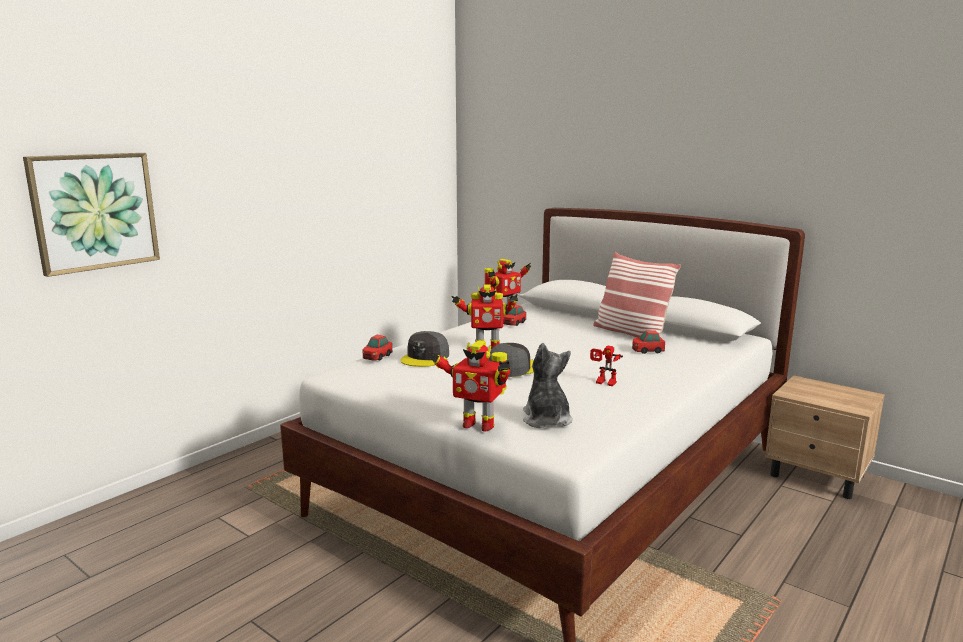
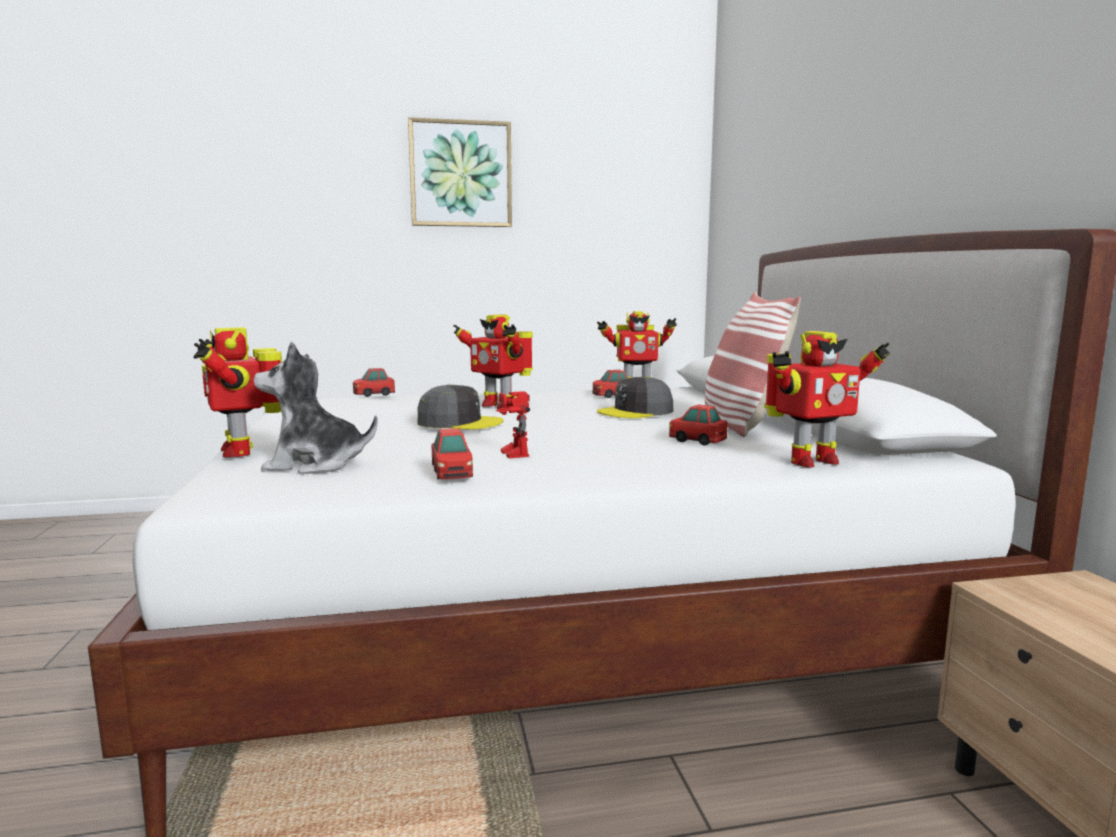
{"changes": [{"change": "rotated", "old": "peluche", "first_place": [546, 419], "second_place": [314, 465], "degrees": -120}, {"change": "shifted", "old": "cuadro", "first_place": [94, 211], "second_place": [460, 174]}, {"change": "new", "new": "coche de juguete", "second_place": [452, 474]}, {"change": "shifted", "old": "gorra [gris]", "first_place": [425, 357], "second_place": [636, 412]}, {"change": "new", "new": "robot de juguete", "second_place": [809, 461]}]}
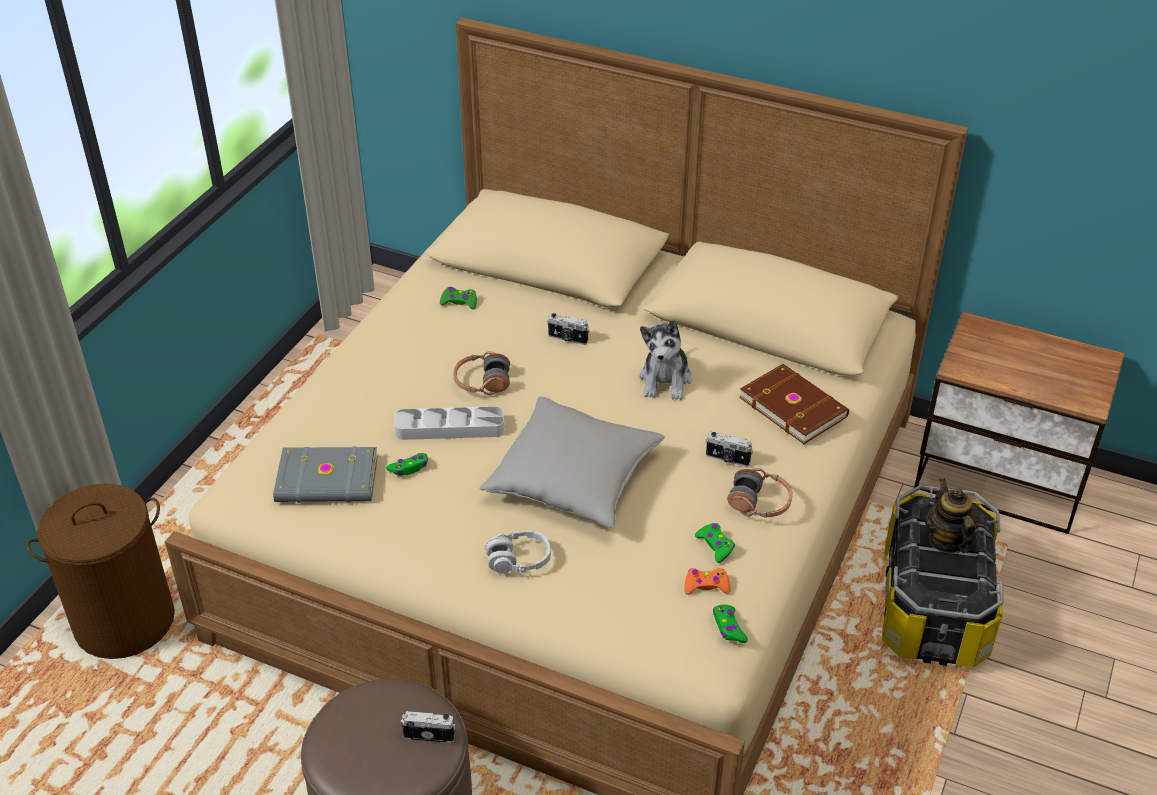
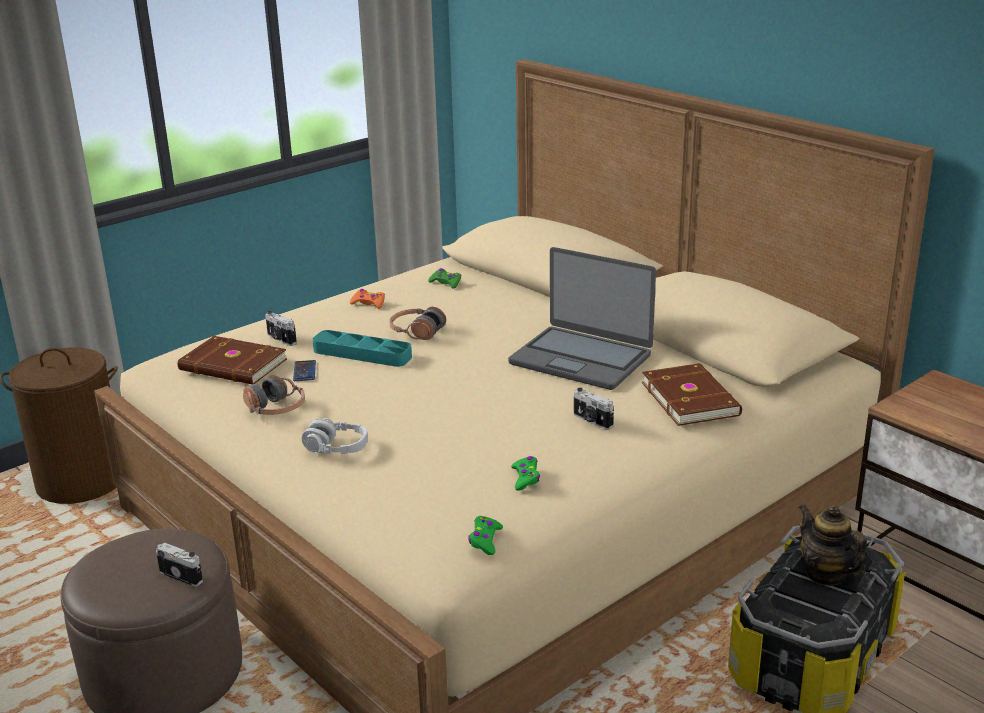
{"changes": [{"change": "repainted", "old": "libro [gris]", "new": "libro [marrón]", "first_place": [327, 481], "second_place": [232, 366]}, {"change": "shifted", "old": "auriculares", "first_place": [759, 503], "second_place": [275, 409]}, {"change": "shifted", "old": "cámara", "first_place": [567, 339], "second_place": [280, 339]}, {"change": "swapped", "old": "mando de consola [verde]", "new": "móvil", "first_place": [409, 468], "second_place": [304, 371]}, {"change": "repainted", "old": "bandeja [gris]", "new": "bandeja [turquesa]", "first_place": [450, 428], "second_place": [362, 354]}, {"change": "shifted", "old": "mando de consola [naranja]", "first_place": [706, 585], "second_place": [369, 303]}, {"change": "swapped", "old": "peluche", "new": "portátil", "first_place": [665, 380], "second_place": [581, 359]}, {"change": "rotated", "old": "tetera", "first_place": [946, 540], "second_place": [826, 574], "degrees": -45}, {"change": "gone", "old": "cojín [gris]", "first_place": [573, 479]}]}
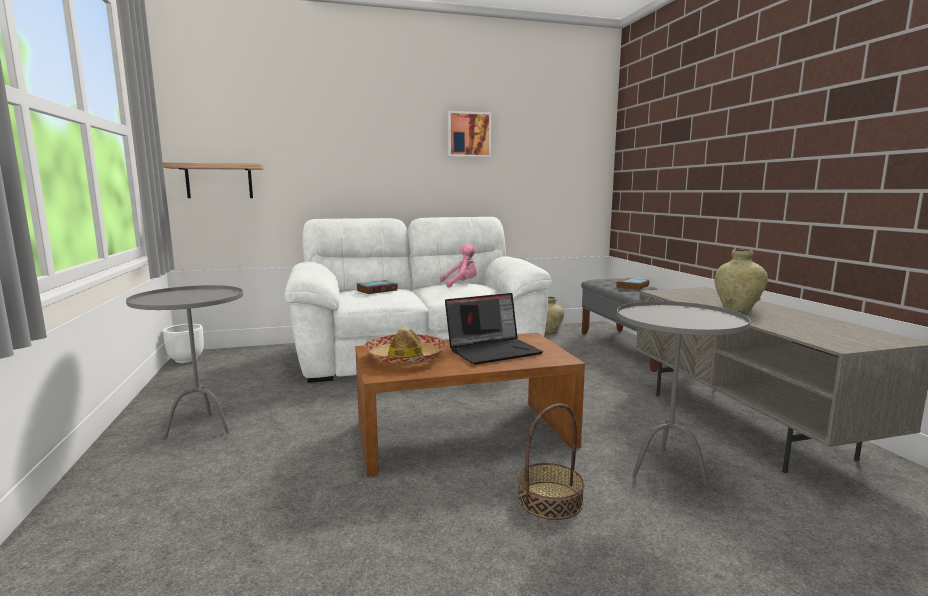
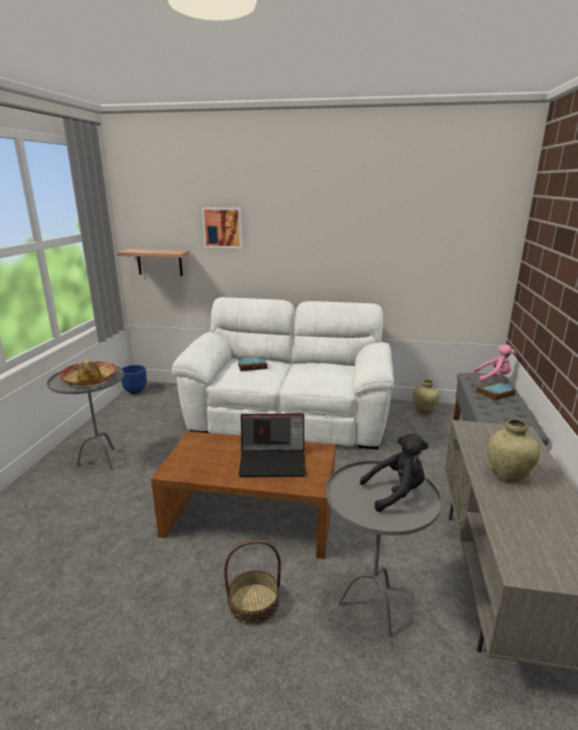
{"changes": [{"change": "shifted", "old": "sombrero", "first_place": [404, 358], "second_place": [89, 379]}, {"change": "repainted", "old": "maceta [blanco]", "new": "maceta [azul]", "first_place": [185, 360], "second_place": [135, 391]}, {"change": "shifted", "old": "cuadro", "first_place": [468, 134], "second_place": [223, 227]}, {"change": "new", "new": "peluche [negro]", "second_place": [396, 493]}, {"change": "shifted", "old": "peluche [rosa]", "first_place": [461, 284], "second_place": [493, 378]}]}
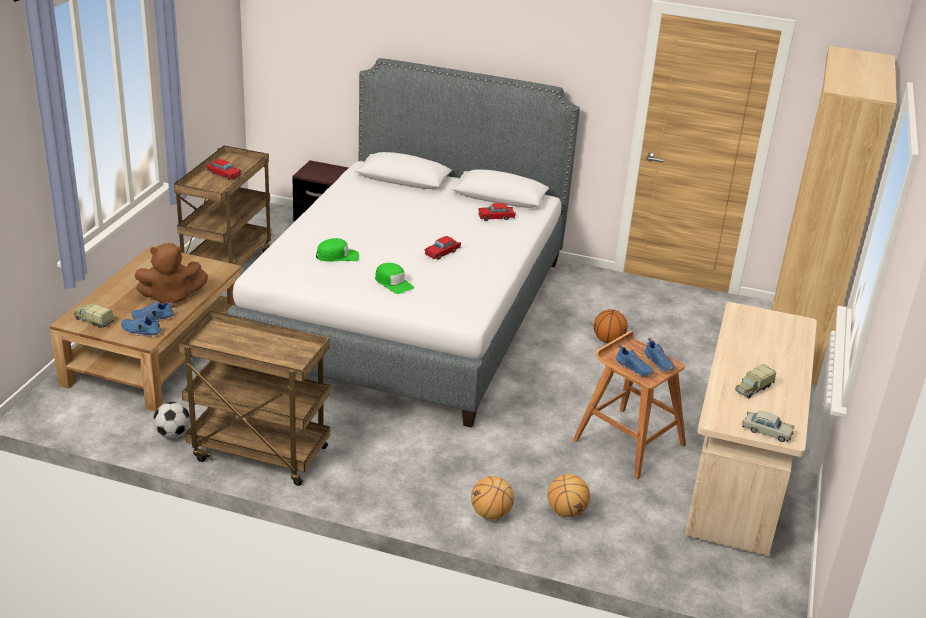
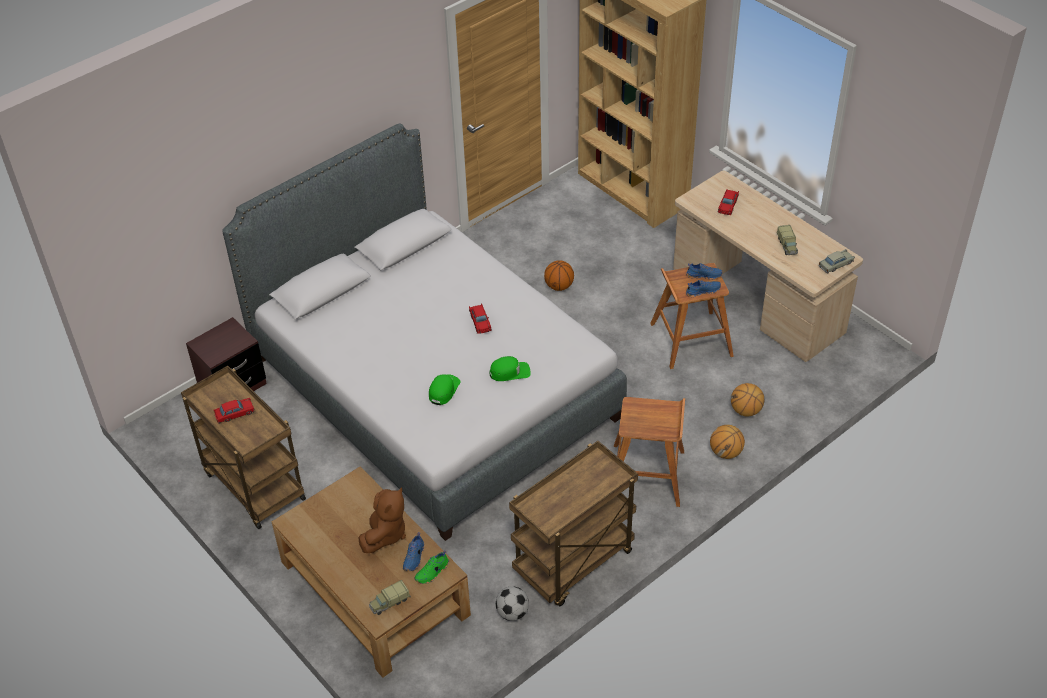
{"changes": [{"change": "repainted", "old": "zapato [azul]", "new": "zapato [verde]", "first_place": [141, 332], "second_place": [432, 572]}, {"change": "new", "new": "taburete [marrón]", "second_place": [647, 475]}, {"change": "shifted", "old": "coche de juguete [rojo]", "first_place": [496, 217], "second_place": [728, 205]}]}
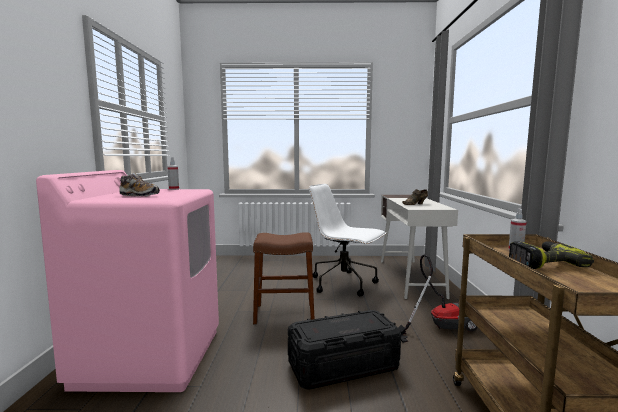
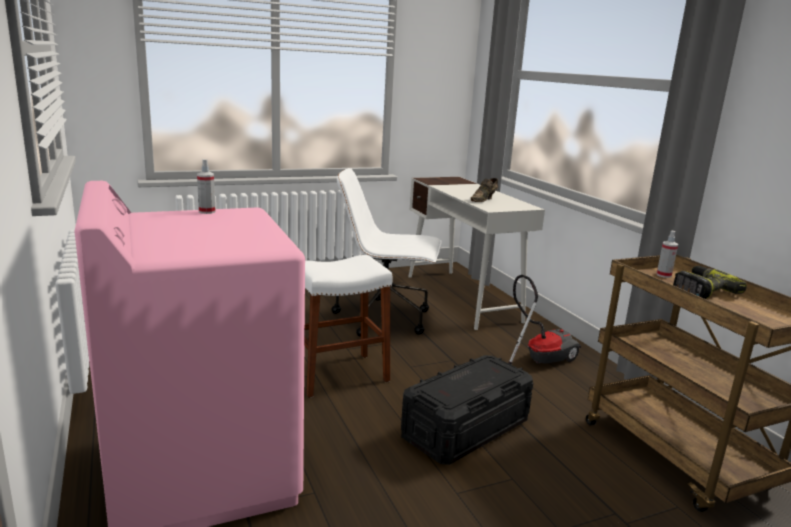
{"changes": [{"change": "repainted", "old": "taburete [marrón]", "new": "taburete [blanco]", "first_place": [284, 313], "second_place": [338, 375]}, {"change": "gone", "old": "zapato", "first_place": [139, 195]}]}
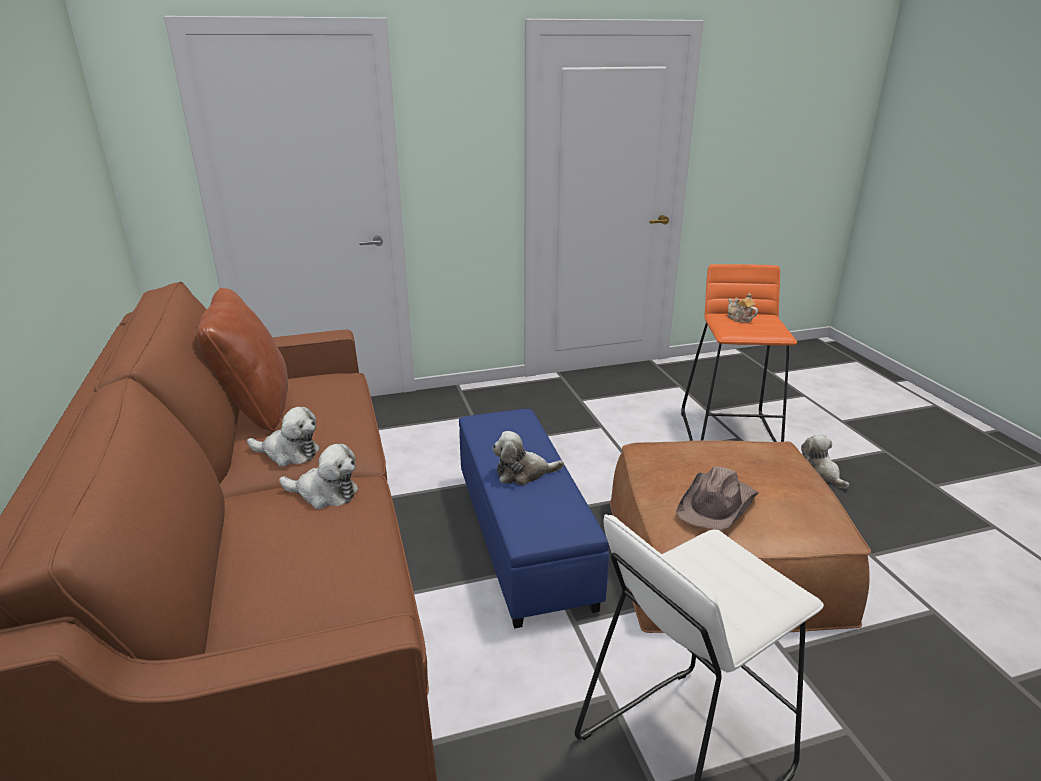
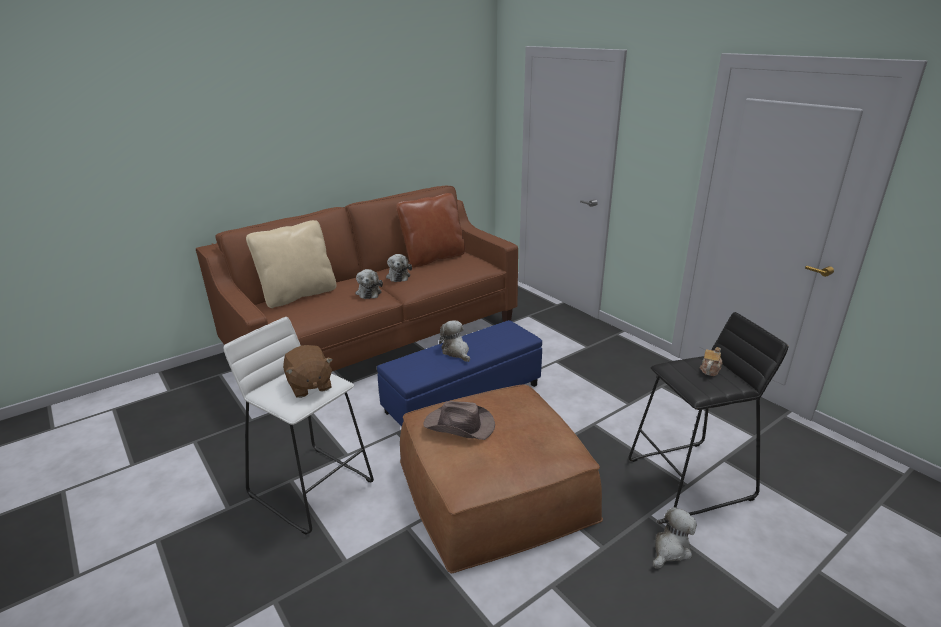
{"changes": [{"change": "new", "new": "cojín [beis]", "second_place": [298, 295]}, {"change": "new", "new": "peluche [marrón]", "second_place": [309, 386]}, {"change": "repainted", "old": "taburete [naranja]", "new": "taburete [negro]", "first_place": [730, 433], "second_place": [691, 479]}]}
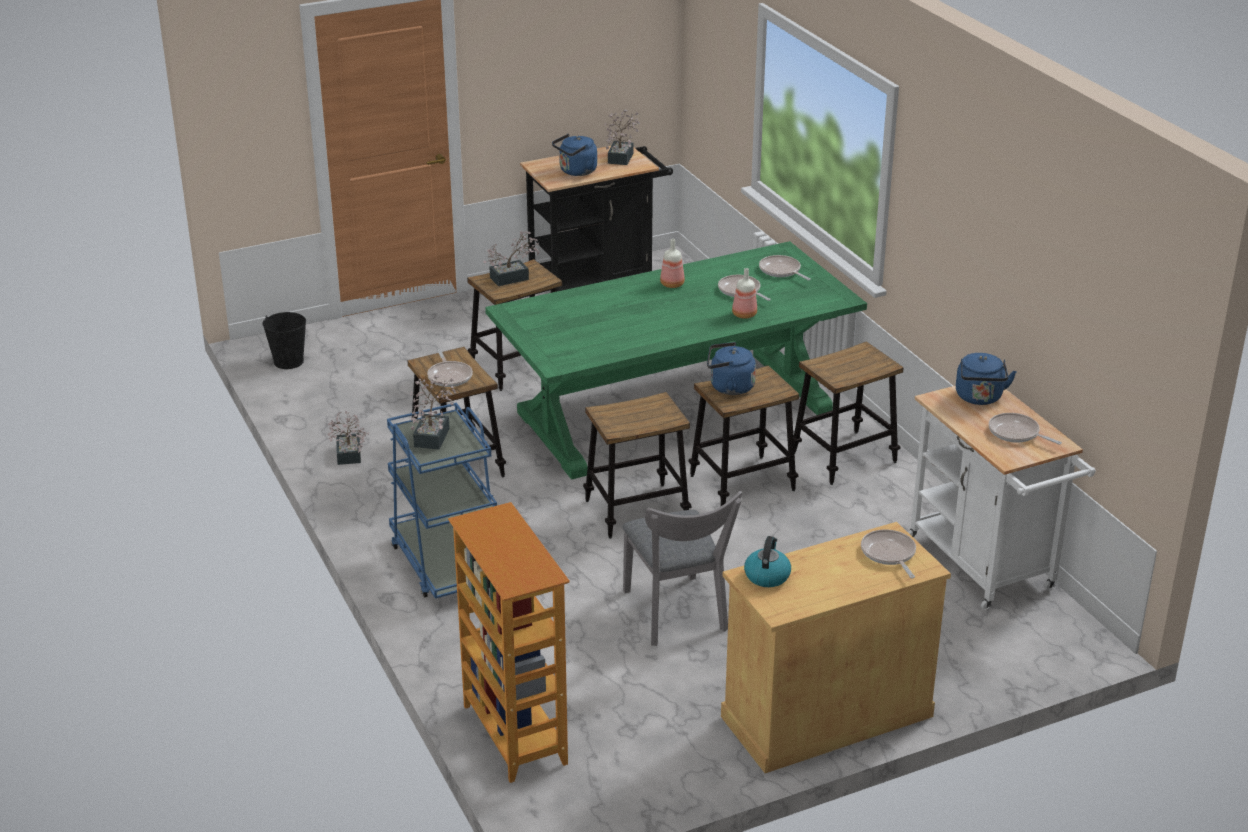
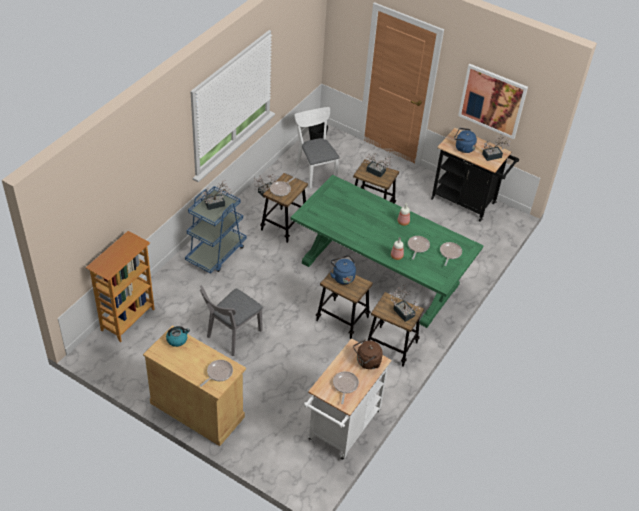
{"changes": [{"change": "new", "new": "silla [blanco]", "second_place": [315, 171]}, {"change": "repainted", "old": "hervidor [azul]", "new": "hervidor [marrón]", "first_place": [979, 398], "second_place": [367, 362]}, {"change": "new", "new": "planta en maceta", "second_place": [402, 311]}, {"change": "new", "new": "cuadro", "second_place": [492, 101]}, {"change": "gone", "old": "taburete", "first_place": [636, 511]}]}
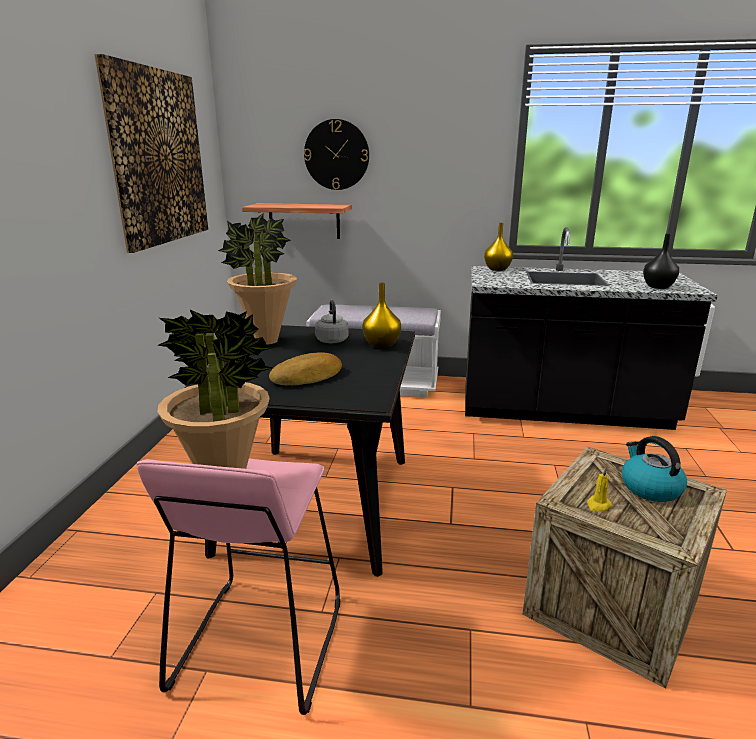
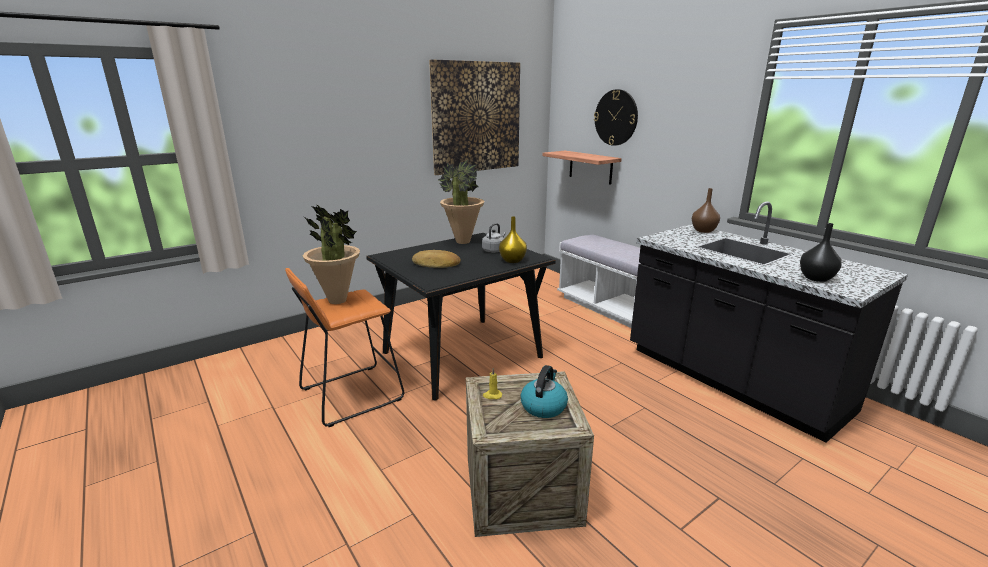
{"changes": [{"change": "repainted", "old": "taburete [rosa]", "new": "taburete [naranja]", "first_place": [259, 642], "second_place": [351, 394]}, {"change": "repainted", "old": "florero [amarillo]", "new": "florero [marrón]", "first_place": [498, 269], "second_place": [704, 231]}]}
